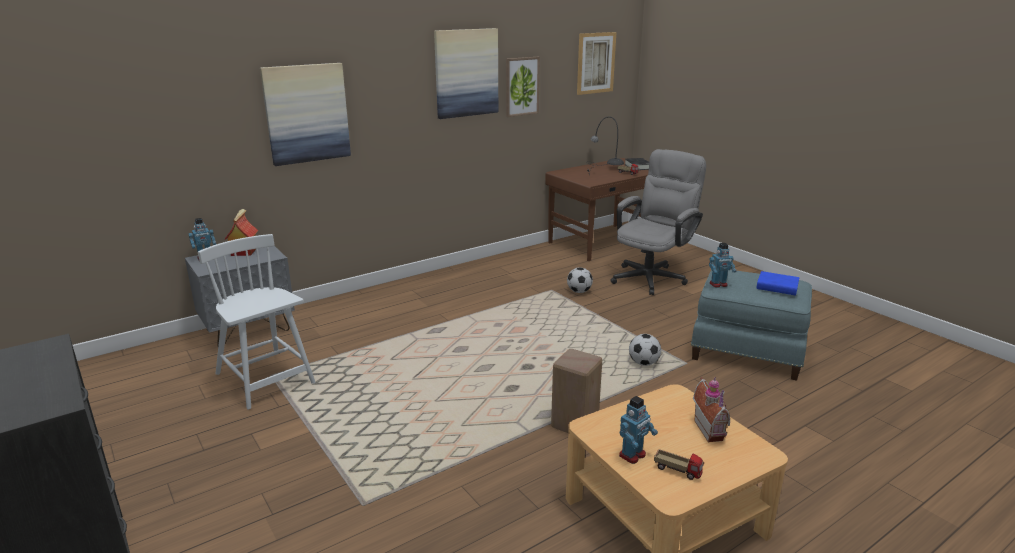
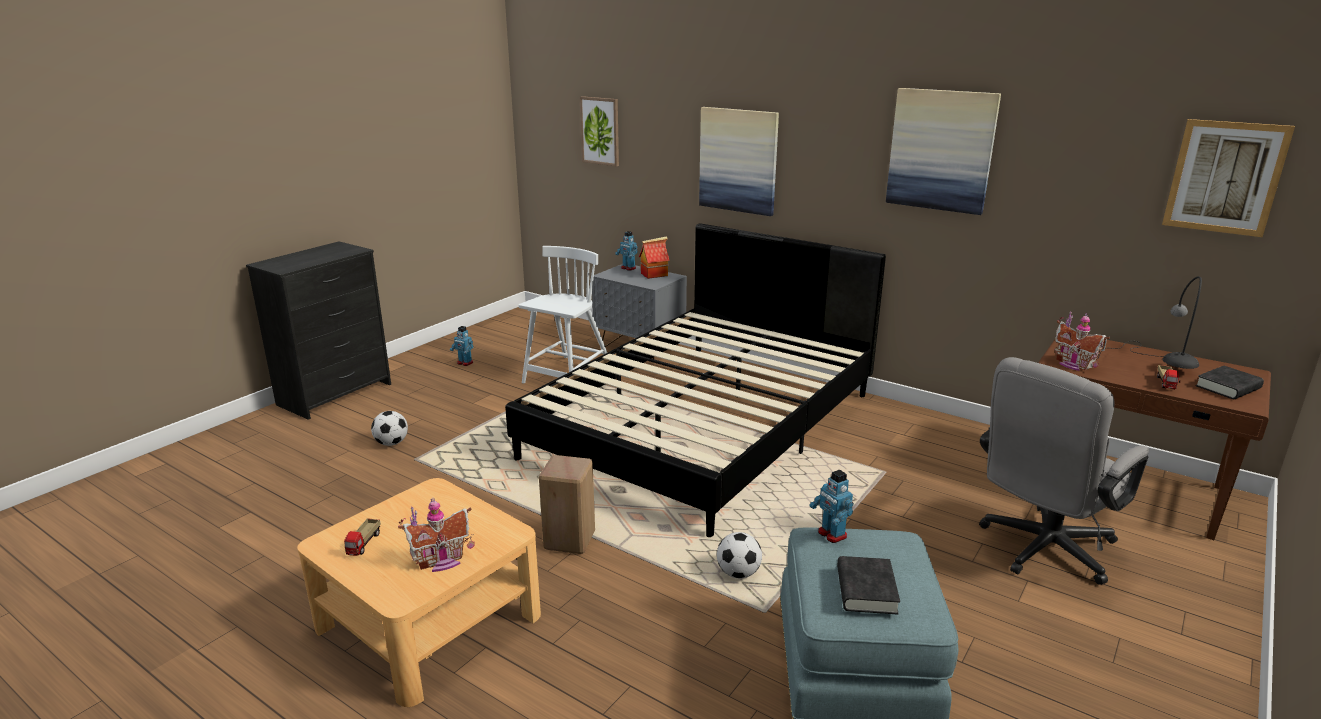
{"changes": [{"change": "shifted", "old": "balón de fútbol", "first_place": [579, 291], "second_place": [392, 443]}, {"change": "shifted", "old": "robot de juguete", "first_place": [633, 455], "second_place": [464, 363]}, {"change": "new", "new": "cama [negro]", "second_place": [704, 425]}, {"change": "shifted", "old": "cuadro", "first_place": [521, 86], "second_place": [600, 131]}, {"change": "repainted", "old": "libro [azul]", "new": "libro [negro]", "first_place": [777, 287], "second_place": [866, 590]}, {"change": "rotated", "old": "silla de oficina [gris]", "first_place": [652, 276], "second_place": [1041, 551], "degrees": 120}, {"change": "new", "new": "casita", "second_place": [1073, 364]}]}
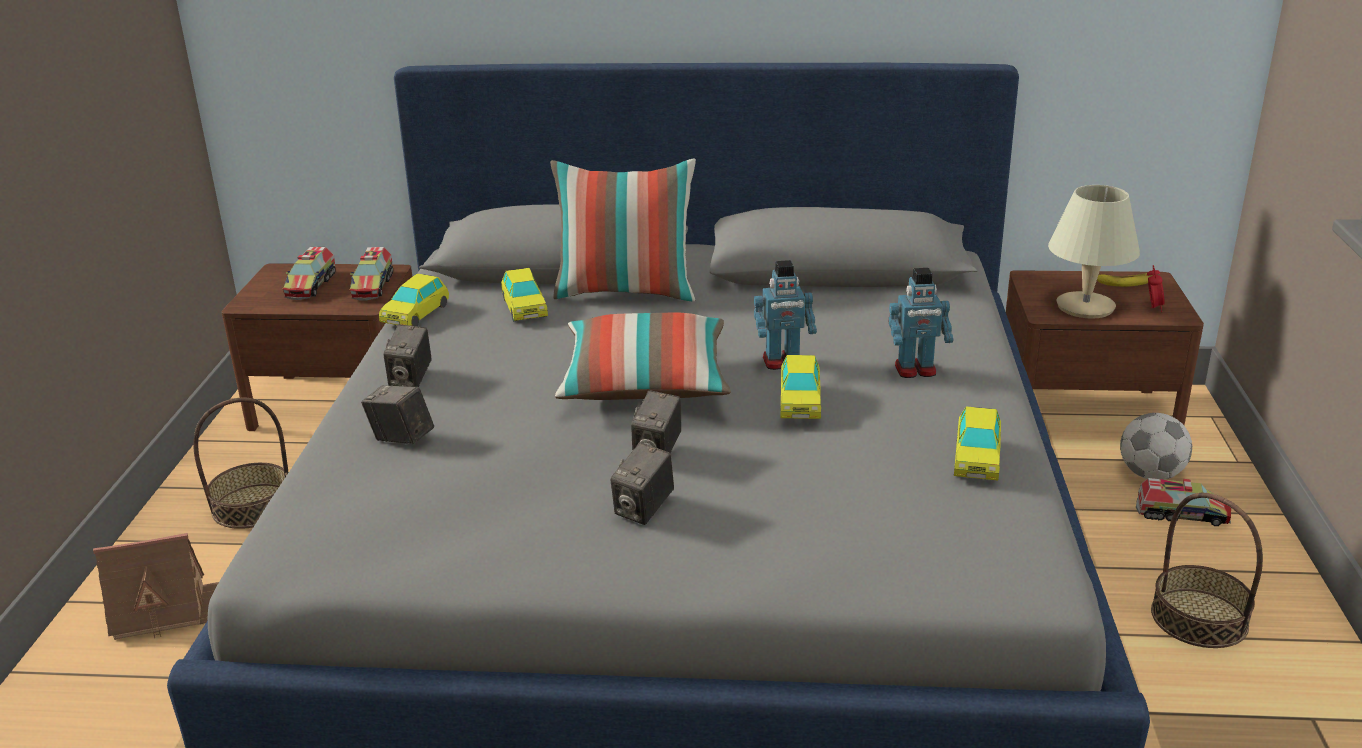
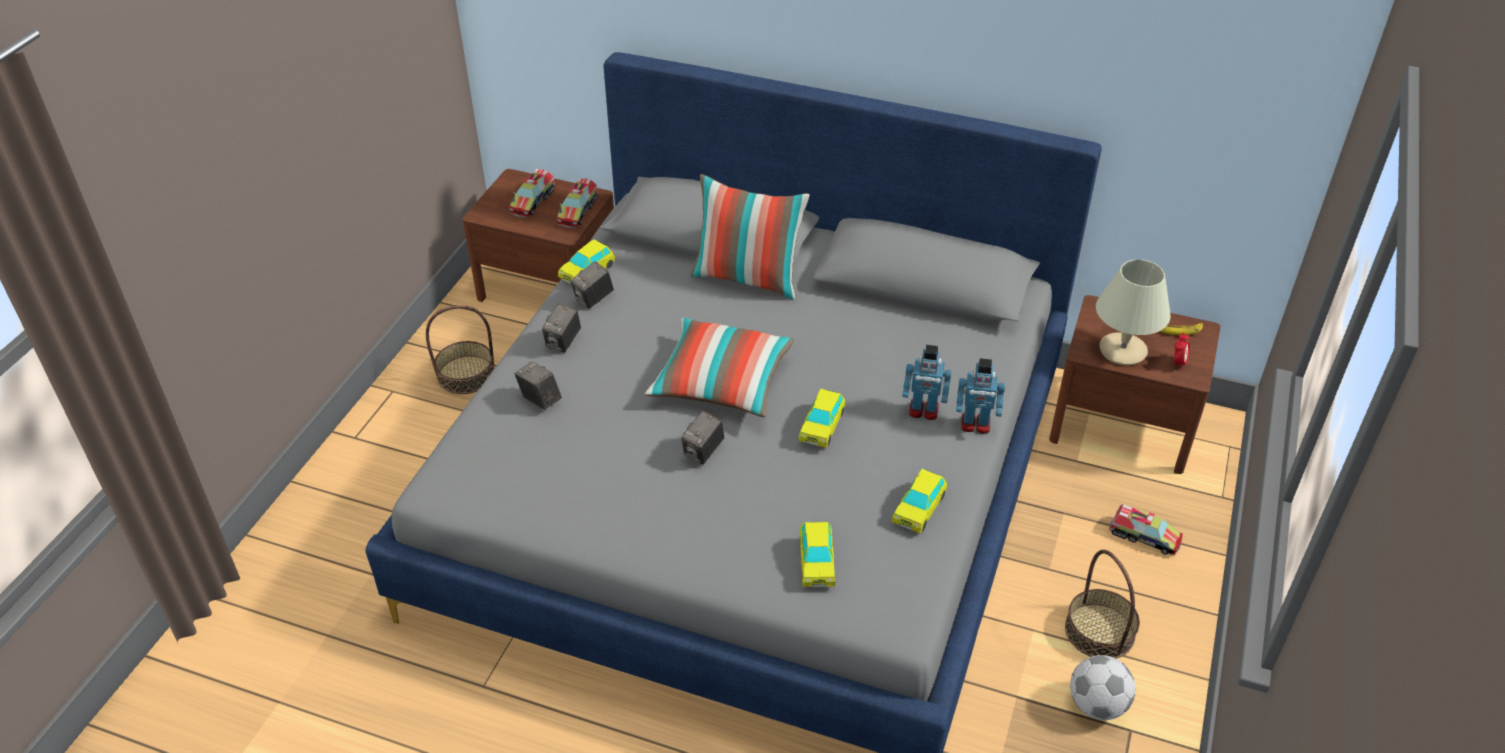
{"changes": [{"change": "shifted", "old": "cámara", "first_place": [644, 510], "second_place": [593, 299]}, {"change": "shifted", "old": "coche de juguete", "first_place": [525, 308], "second_place": [816, 562]}, {"change": "shifted", "old": "robot de juguete", "first_place": [783, 362], "second_place": [975, 424]}, {"change": "shifted", "old": "balón de fútbol", "first_place": [1151, 475], "second_place": [1097, 705]}, {"change": "gone", "old": "casita", "first_place": [166, 611]}]}
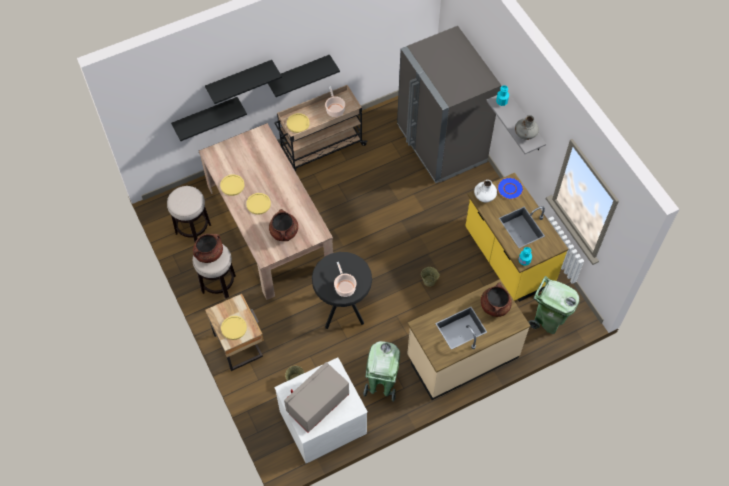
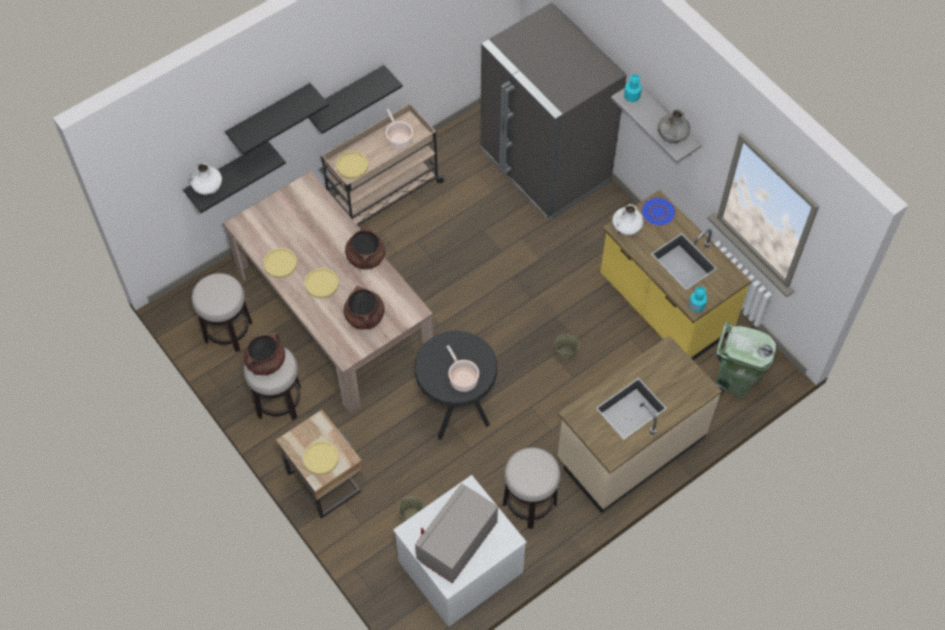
{"changes": [{"change": "new", "new": "florero [blanco]", "second_place": [208, 187]}, {"change": "shifted", "old": "olla [marrón]", "first_place": [494, 306], "second_place": [366, 257]}, {"change": "swapped", "old": "papelera [verde]", "new": "taburete", "first_place": [381, 385], "second_place": [529, 503]}]}
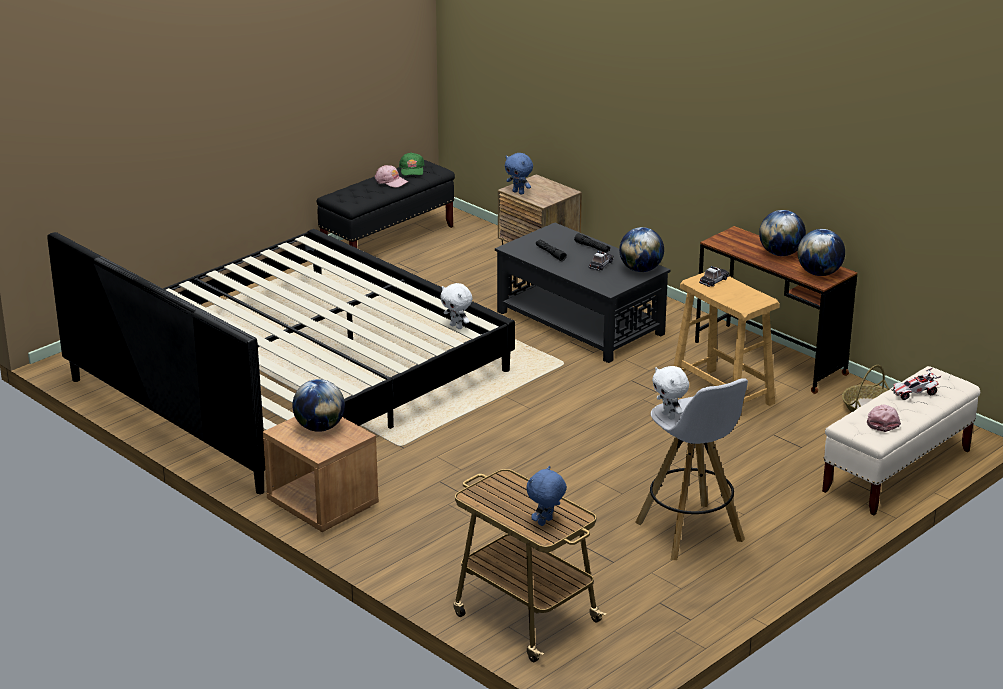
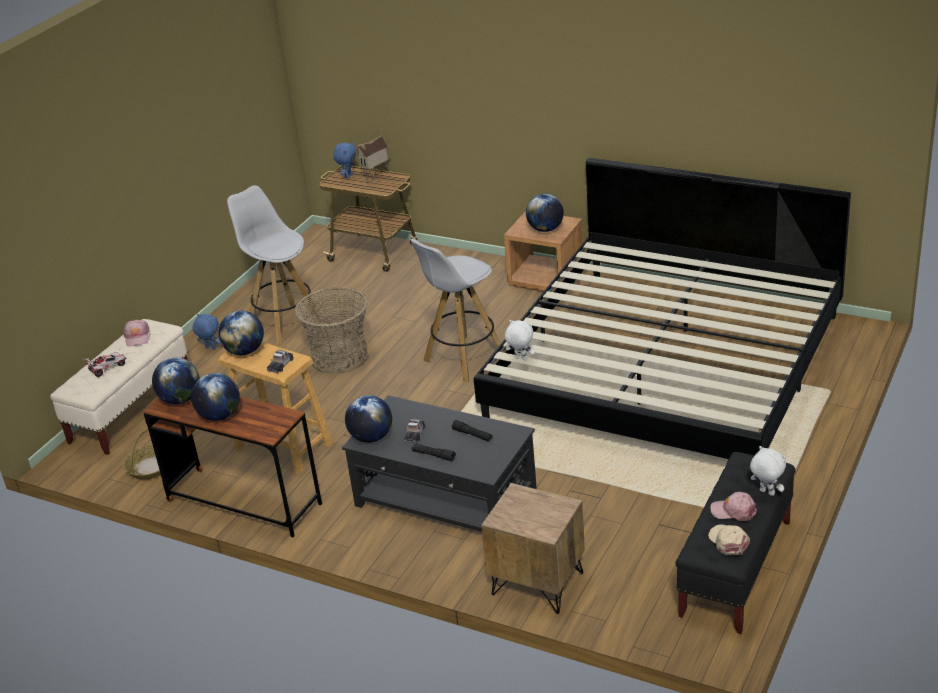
{"changes": [{"change": "shifted", "old": "peluche [azul]", "first_place": [519, 192], "second_place": [210, 348]}, {"change": "new", "new": "globo terráqueo", "second_place": [245, 351]}, {"change": "new", "new": "cesta", "second_place": [340, 357]}, {"change": "new", "new": "casita", "second_place": [377, 179]}, {"change": "new", "new": "taburete [blanco]", "second_place": [464, 360]}, {"change": "repainted", "old": "gorra [verde]", "new": "gorra [beis]", "first_place": [412, 169], "second_place": [728, 542]}, {"change": "shifted", "old": "peluche [blanco]", "first_place": [669, 416], "second_place": [766, 493]}]}
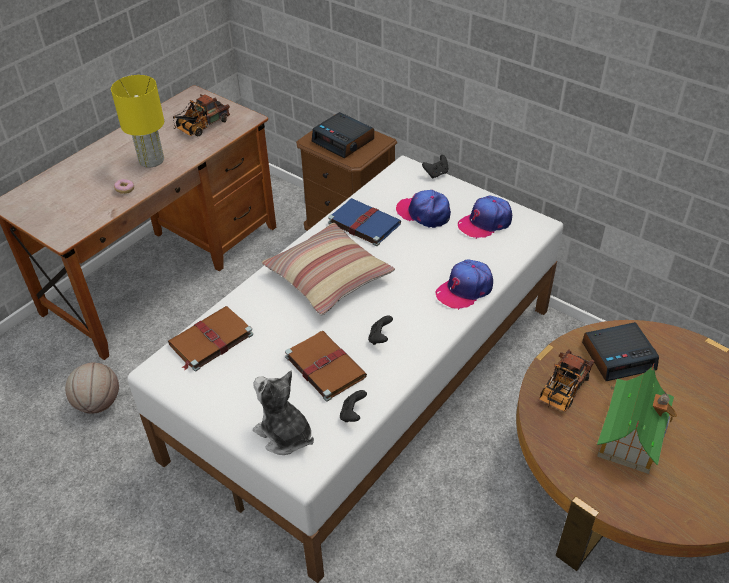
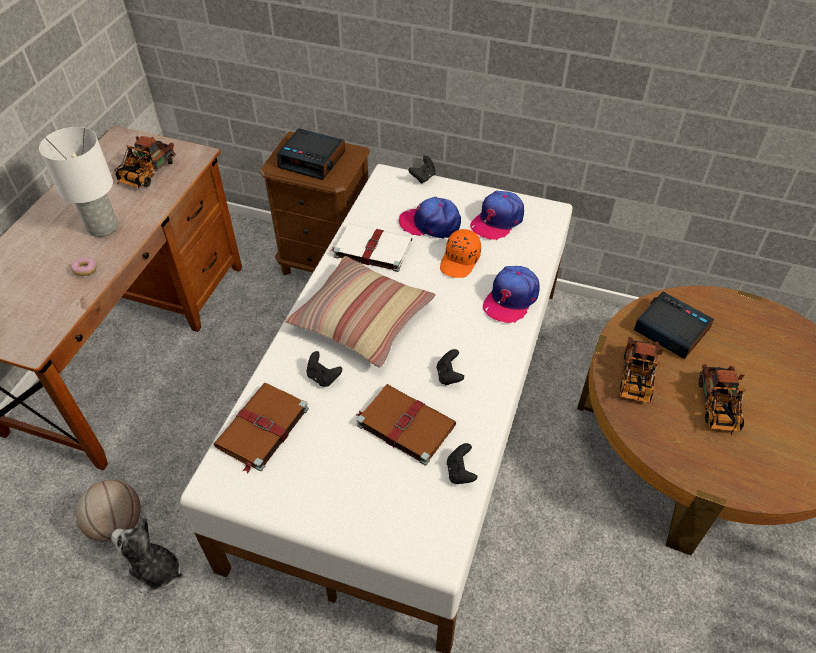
{"changes": [{"change": "repainted", "old": "lámpara de mesa [amarillo]", "new": "lámpara de mesa [blanco]", "first_place": [151, 160], "second_place": [102, 226]}, {"change": "shifted", "old": "peluche", "first_place": [284, 434], "second_place": [155, 571]}, {"change": "new", "new": "mando de consola [negro]", "second_place": [323, 377]}, {"change": "repainted", "old": "libro [azul]", "new": "libro [blanco]", "first_place": [363, 223], "second_place": [371, 249]}, {"change": "new", "new": "gorra [naranja]", "second_place": [460, 261]}, {"change": "rotated", "old": "despertador", "first_place": [618, 356], "second_place": [670, 330], "degrees": -105}, {"change": "swapped", "old": "casita", "new": "camión de juguete", "first_place": [631, 434], "second_place": [717, 409]}]}
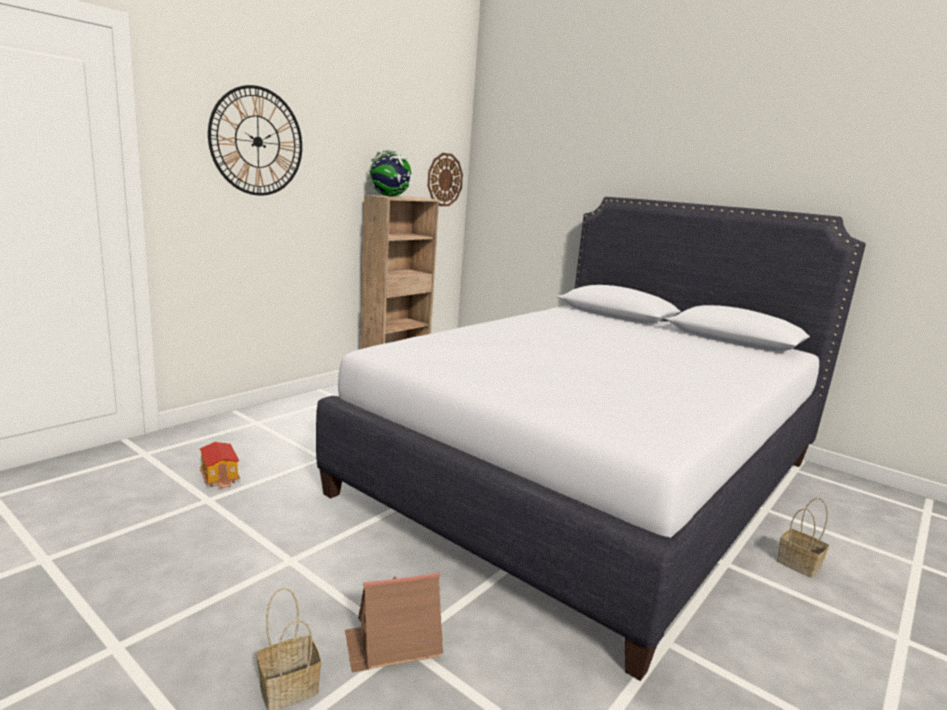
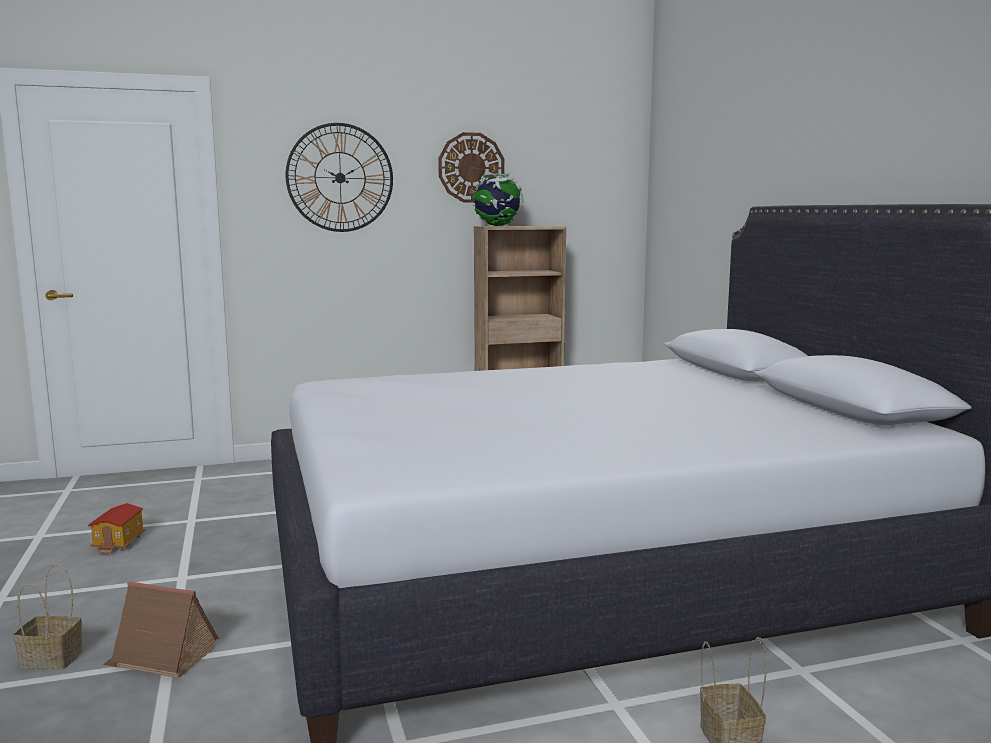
{"changes": [{"change": "shifted", "old": "casita", "first_place": [220, 477], "second_place": [119, 543]}, {"change": "shifted", "old": "reloj de pared", "first_place": [444, 180], "second_place": [471, 167]}]}
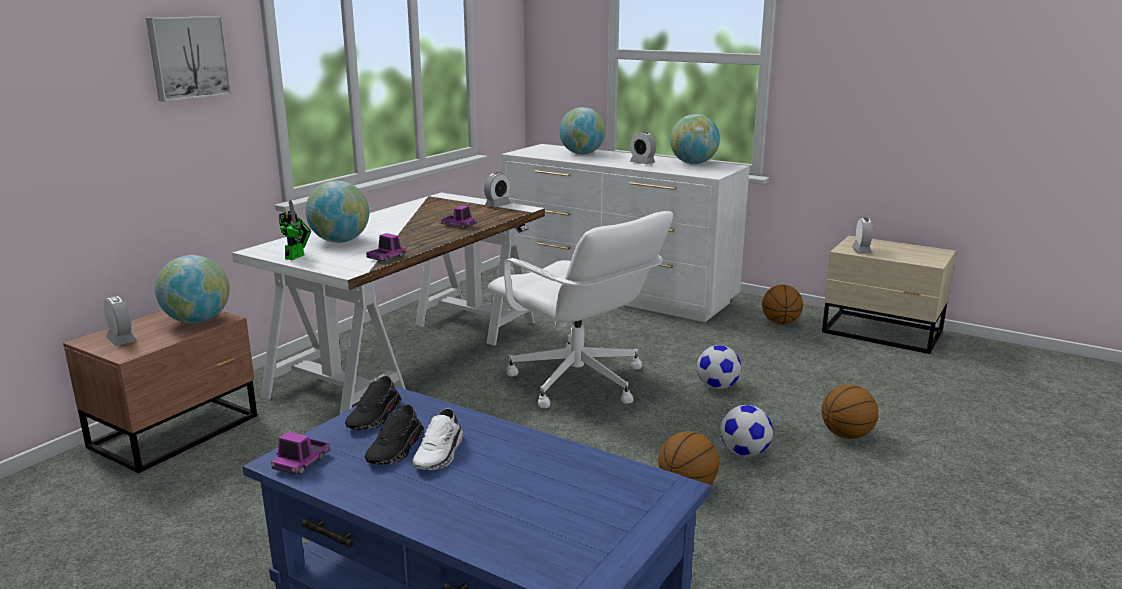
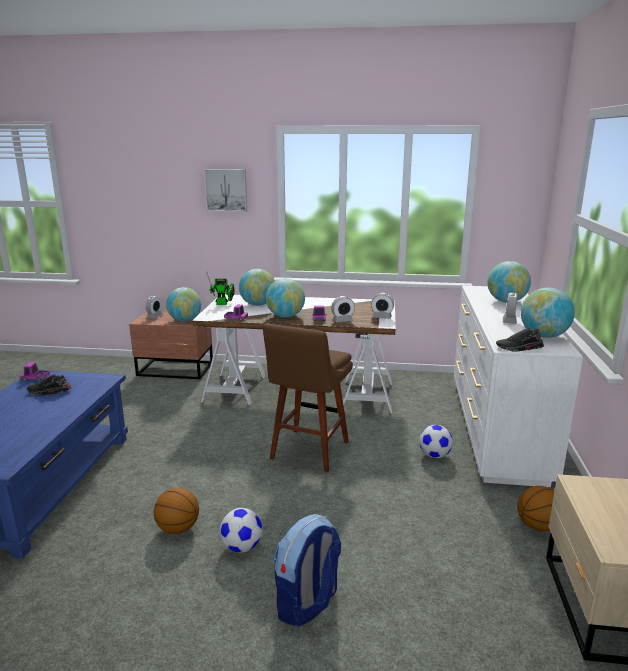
{"changes": [{"change": "swapped", "old": "silla de oficina [blanco]", "new": "taburete [marrón]", "first_place": [578, 382], "second_place": [308, 452]}, {"change": "new", "new": "globo terráqueo", "second_place": [285, 316]}, {"change": "swapped", "old": "balón de baloncesto", "new": "mochila", "first_place": [847, 435], "second_place": [307, 604]}, {"change": "shifted", "old": "despertador", "first_place": [861, 251], "second_place": [342, 320]}, {"change": "shifted", "old": "balón de fútbol", "first_place": [717, 386], "second_place": [435, 455]}, {"change": "shifted", "old": "zapato [negro]", "first_place": [376, 417], "second_place": [519, 348]}, {"change": "gone", "old": "zapato [blanco]", "first_place": [440, 454]}]}
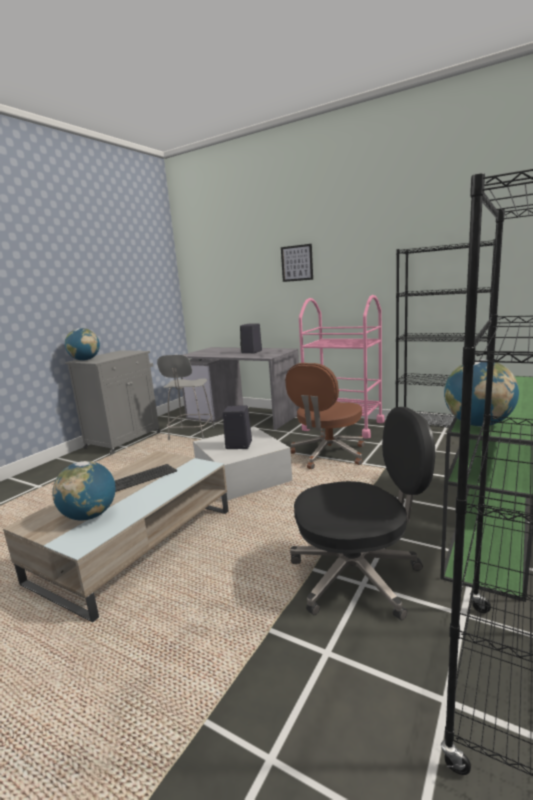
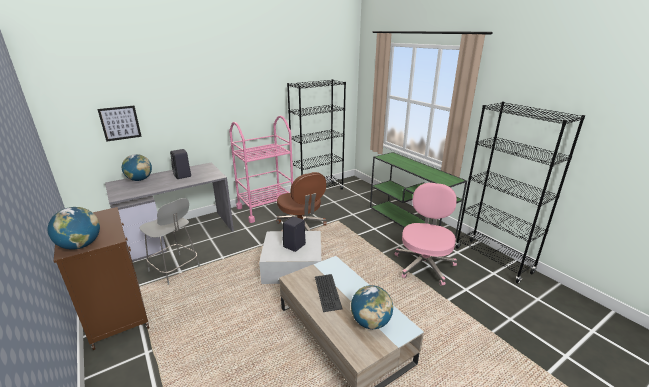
{"changes": [{"change": "repainted", "old": "armario [gris]", "new": "armario [marrón]", "first_place": [124, 440], "second_place": [118, 313]}, {"change": "shifted", "old": "cuadro", "first_place": [297, 263], "second_place": [120, 123]}, {"change": "shifted", "old": "globo terráqueo", "first_place": [478, 424], "second_place": [140, 179]}, {"change": "repainted", "old": "silla de oficina [negro]", "new": "silla de oficina [rosa]", "first_place": [358, 576], "second_place": [424, 264]}]}
